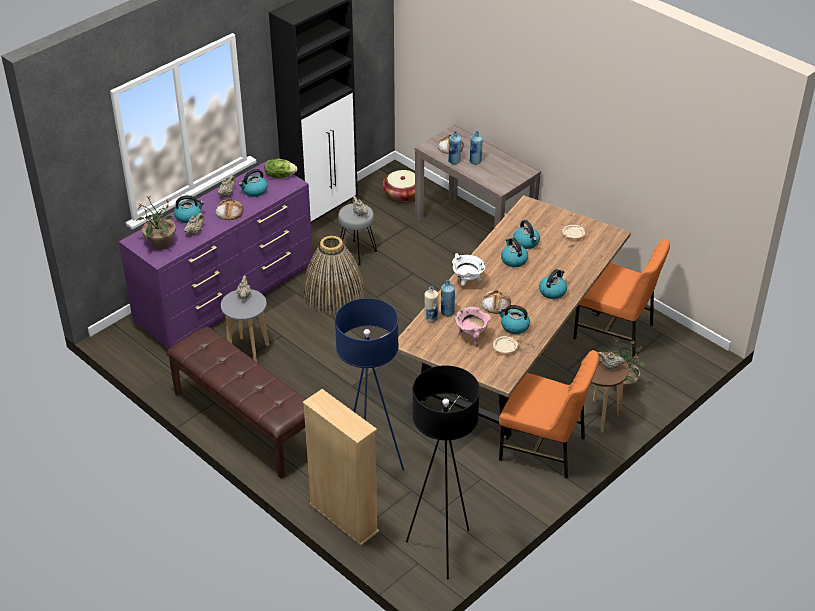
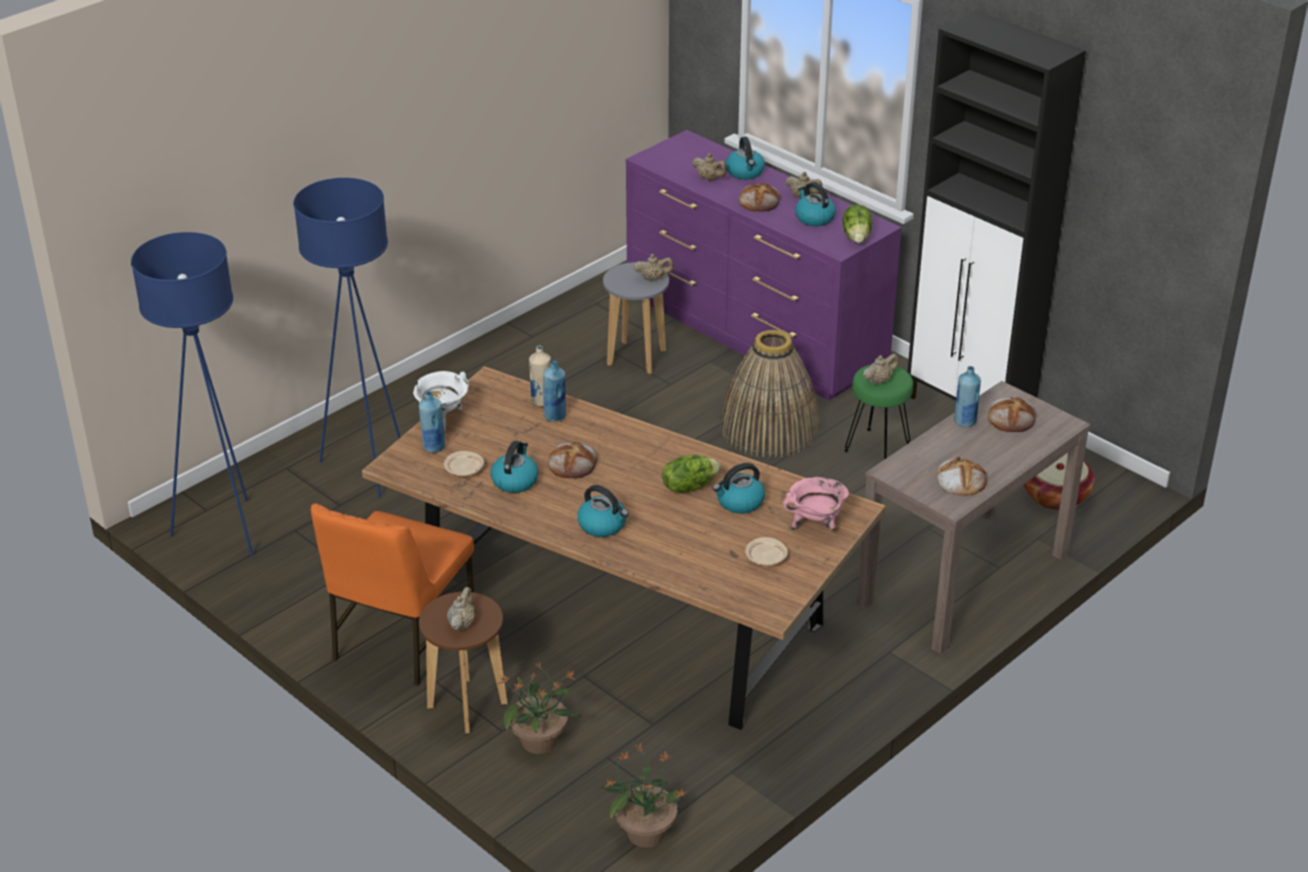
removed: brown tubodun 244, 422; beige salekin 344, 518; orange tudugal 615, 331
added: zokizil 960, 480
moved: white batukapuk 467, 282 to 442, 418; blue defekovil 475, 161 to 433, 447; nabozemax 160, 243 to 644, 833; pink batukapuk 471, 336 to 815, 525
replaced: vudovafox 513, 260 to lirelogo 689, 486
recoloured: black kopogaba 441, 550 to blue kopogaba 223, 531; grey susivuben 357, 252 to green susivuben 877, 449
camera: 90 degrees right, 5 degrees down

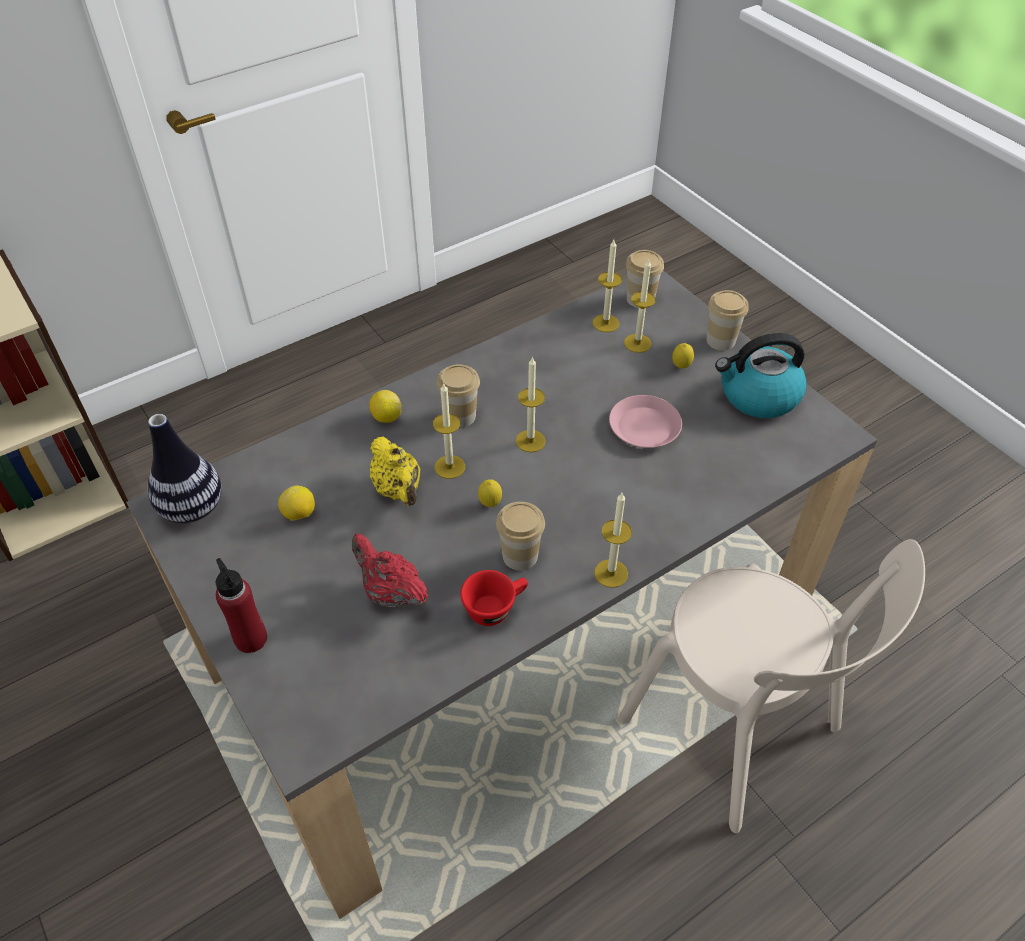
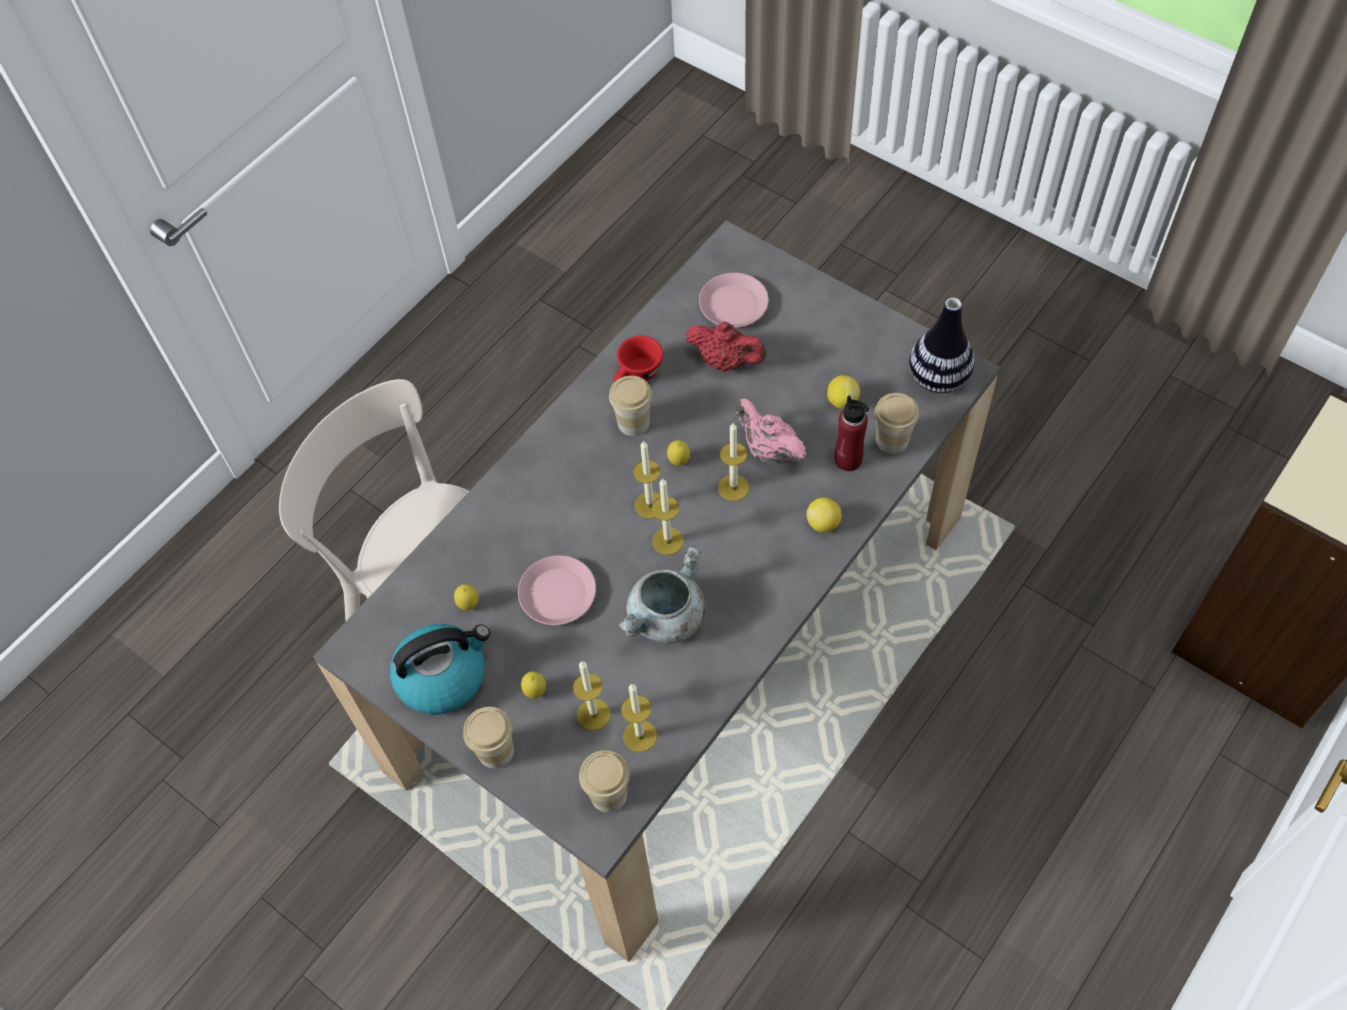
added: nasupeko 469, 605; grey batukapuk 666, 618; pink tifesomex 733, 305
moved: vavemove 611, 573 to 650, 505; red defekovil 251, 639 to 848, 459; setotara 460, 416 to 892, 440
recoloured: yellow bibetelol 398, 490 to pink bibetelol 768, 450
camera: 165 degrees right, 10 degrees up

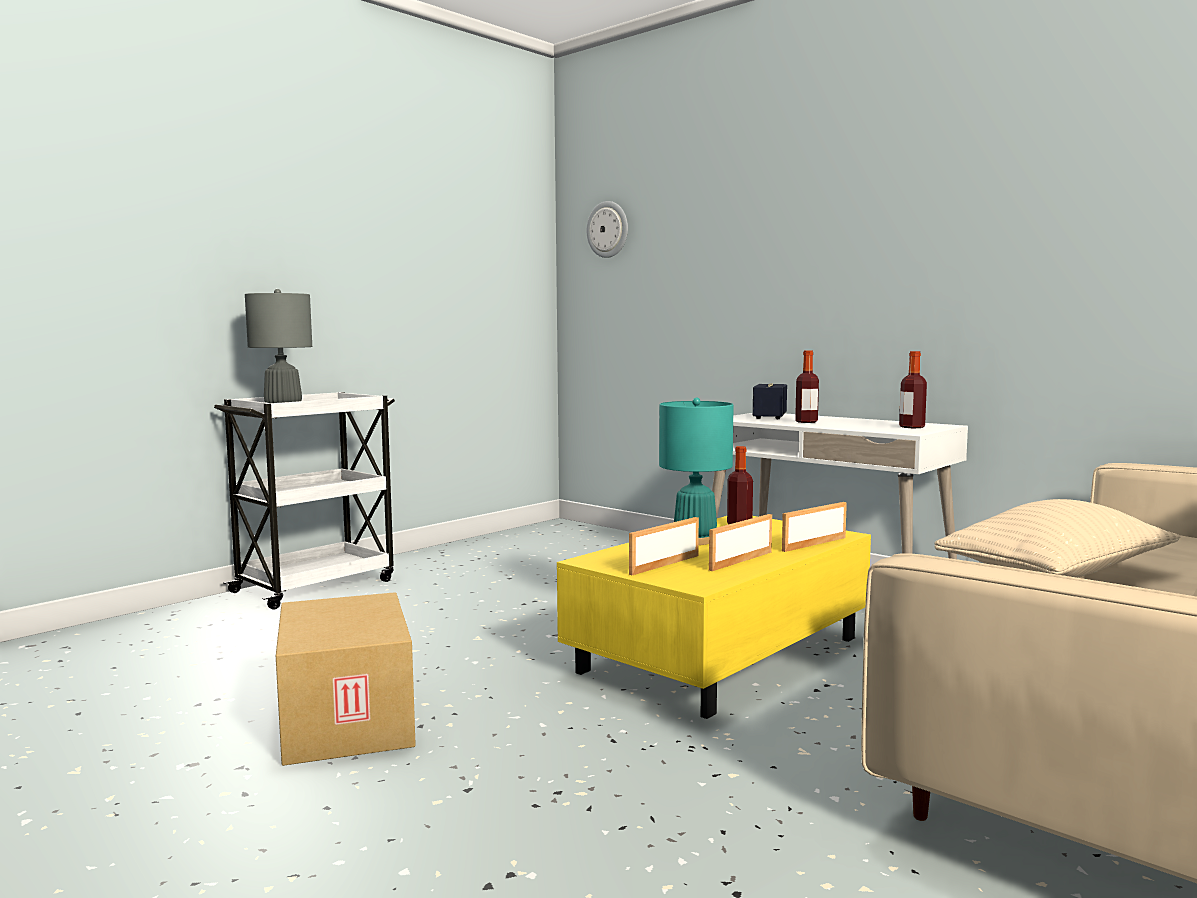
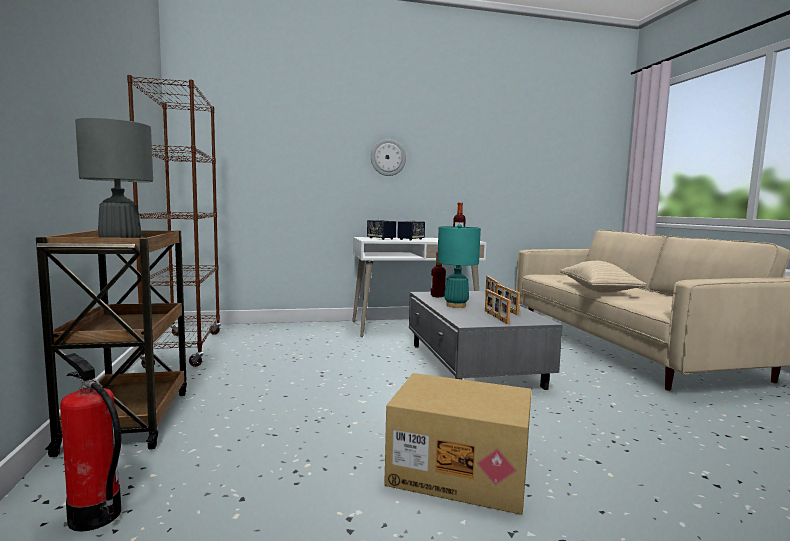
added: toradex 94, 516; brown salekin 185, 349
moved: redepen 608, 229 to 388, 157
replaced: defekovil 806, 422 to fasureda 411, 239
recoloured: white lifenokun 316, 585 to brown lifenokun 129, 419; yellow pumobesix 719, 655 to grey pumobesix 472, 365
camera: 55 degrees left, 0 degrees up

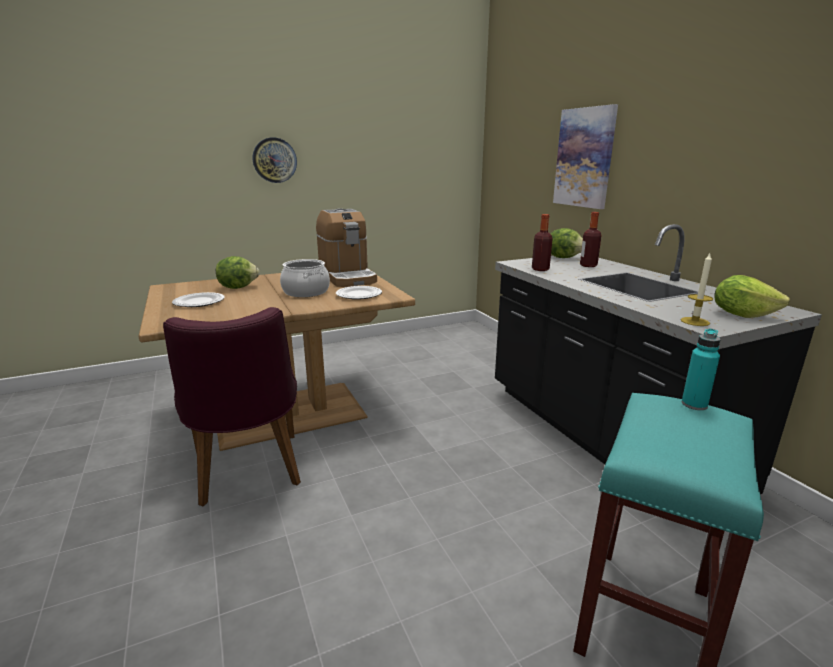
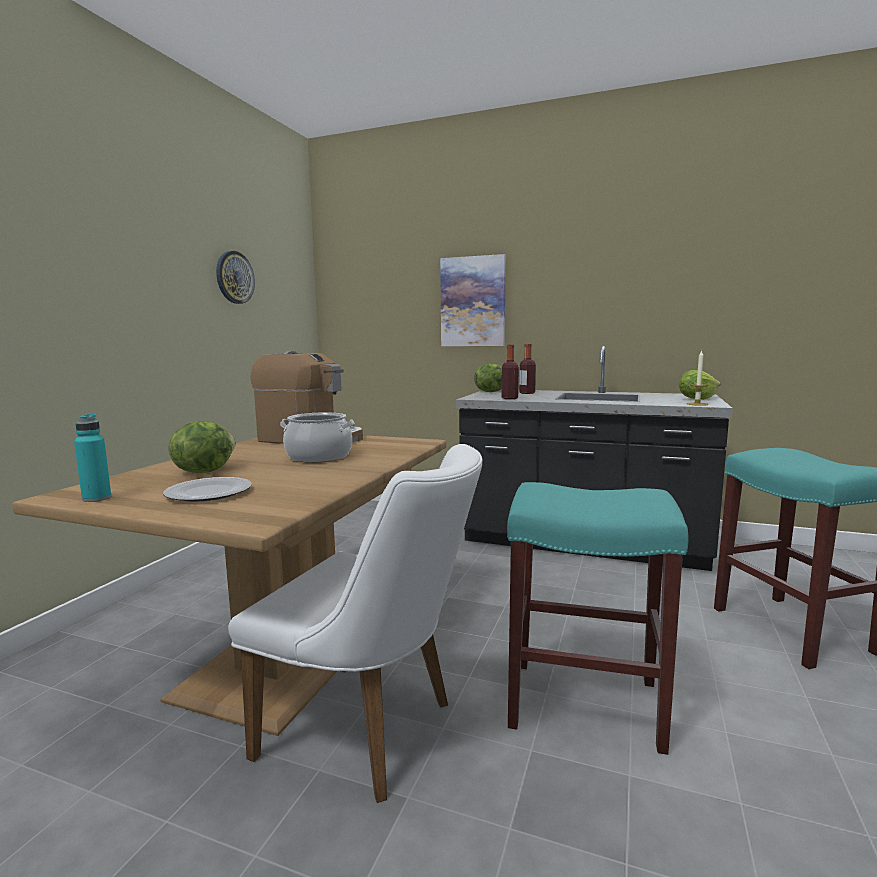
removed: tifesomex 359, 295
added: turquoise susivuben 586, 703
moved: turquoise defekovil 694, 404 to 97, 498; redepen 274, 160 to 234, 277
recoloured: purple tudugal 249, 474 to white tudugal 372, 732
camera: 45 degrees left, 10 degrees down

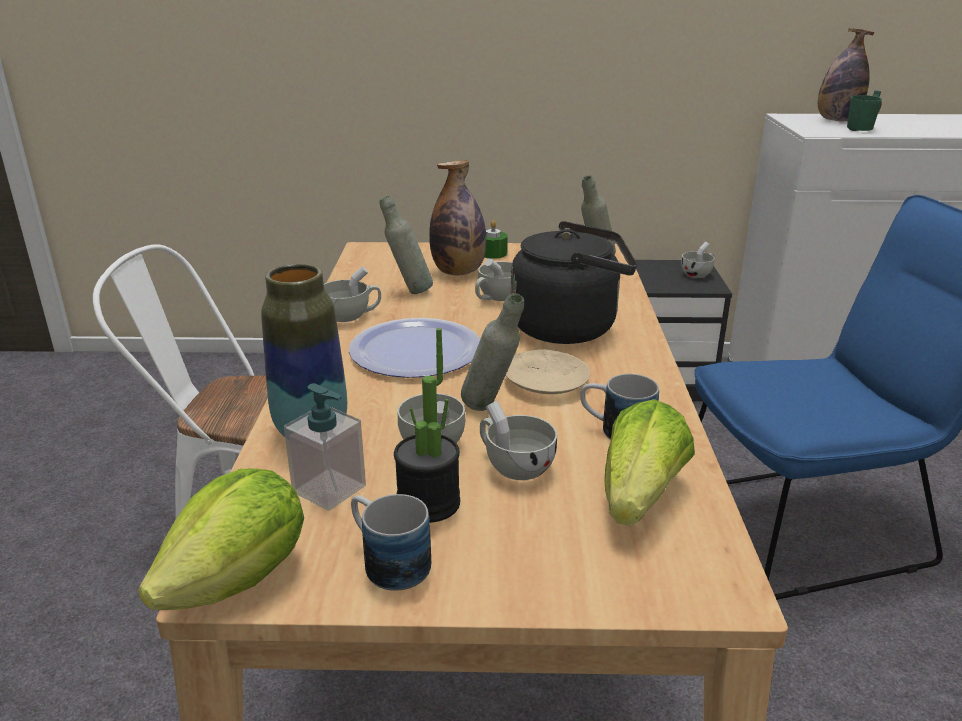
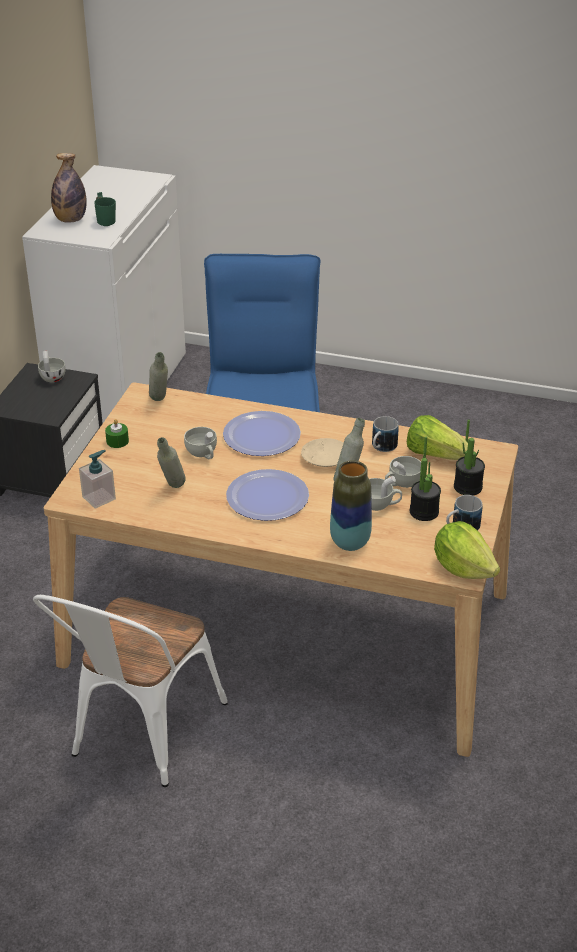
removed: white setotara 351, 316; defekovil 458, 272
added: nabozemax 468, 487
moved: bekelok 329, 489 to 99, 498
replaced: black vudovafox 570, 327 to tifesomex 262, 435
camera: 75 degrees left, 10 degrees up

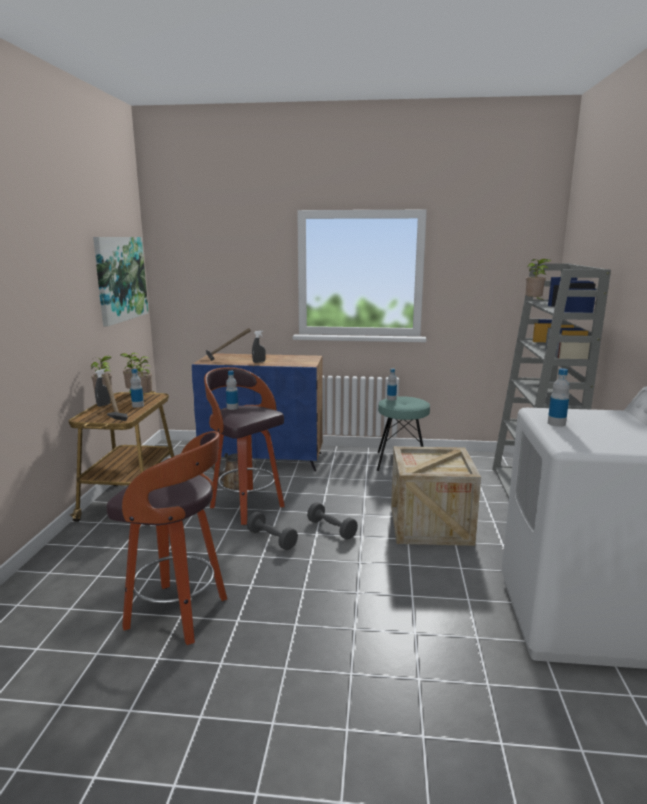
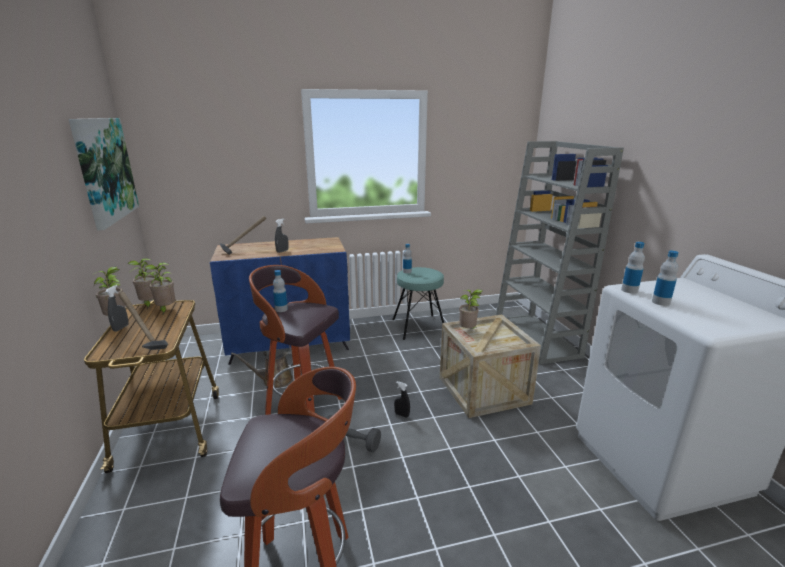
moved: nabozemax 534, 302 to 468, 330; defekovil 138, 405 to 629, 290
replaced: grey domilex 331, 529 to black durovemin 402, 415
camera: 20 degrees left, 5 degrees up

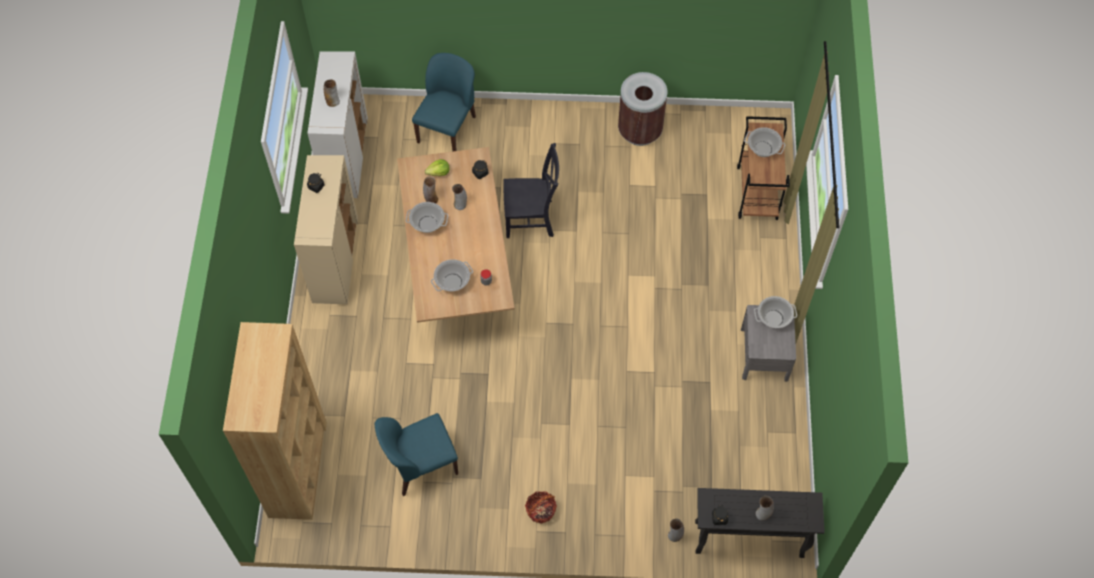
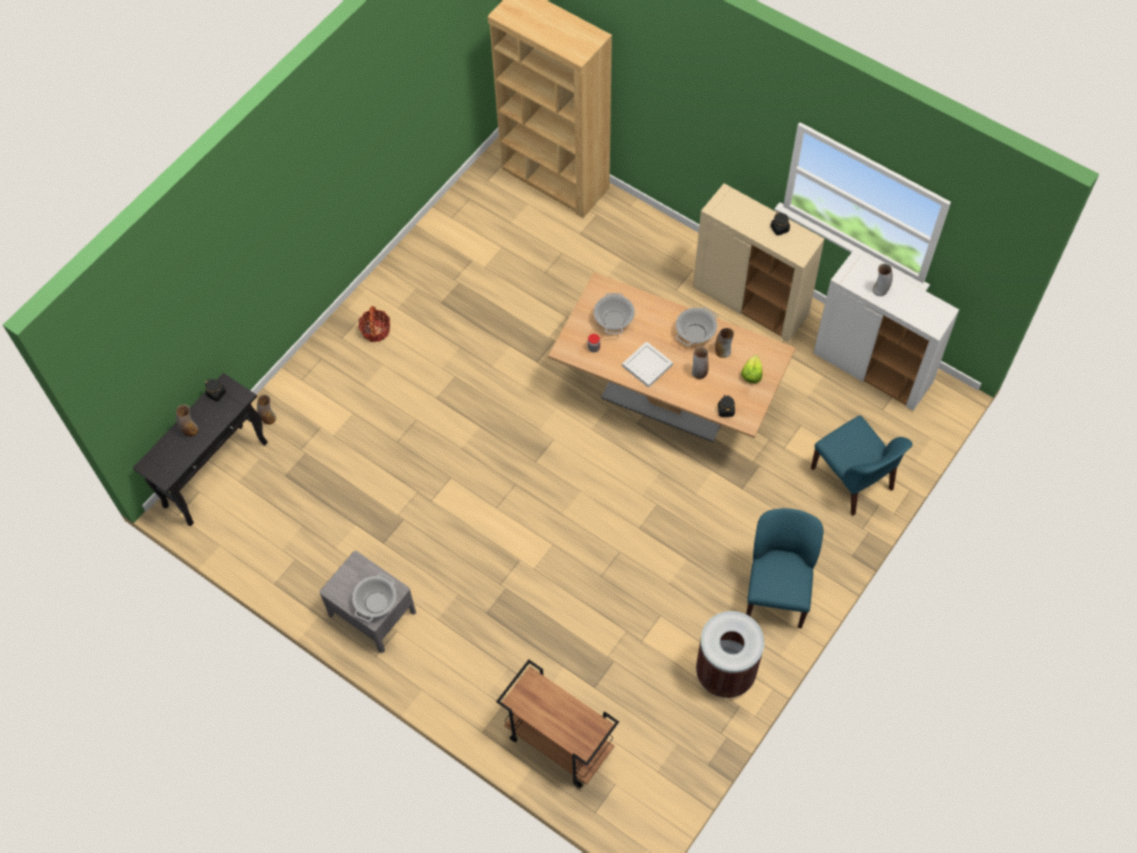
removed: black tudugal 531, 219; batukapuk 763, 149
added: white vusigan 647, 366
moved: blue tudugal 420, 465 to 777, 591
camera: 125 degrees right, 0 degrees up

